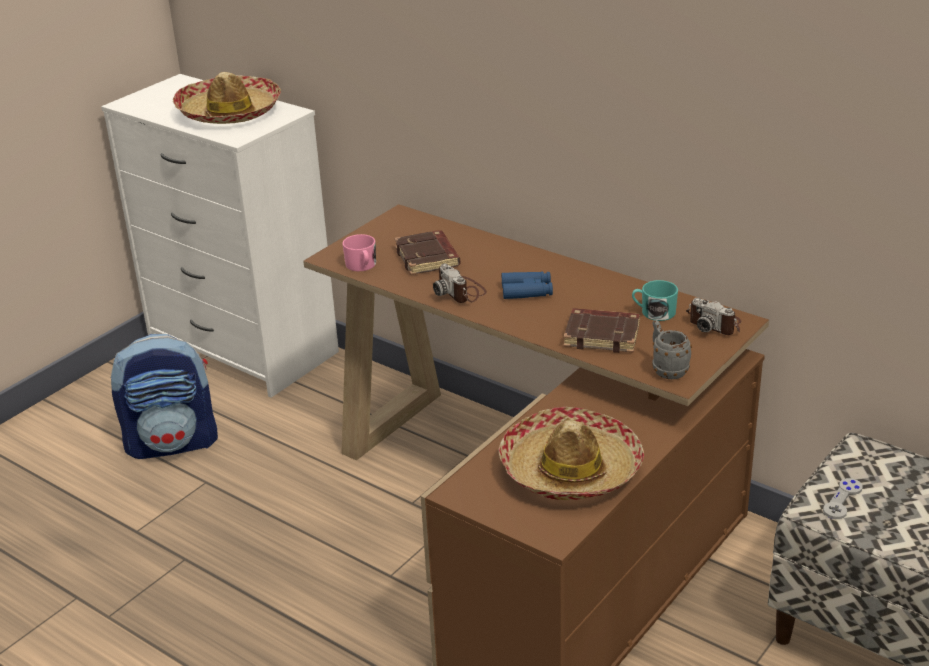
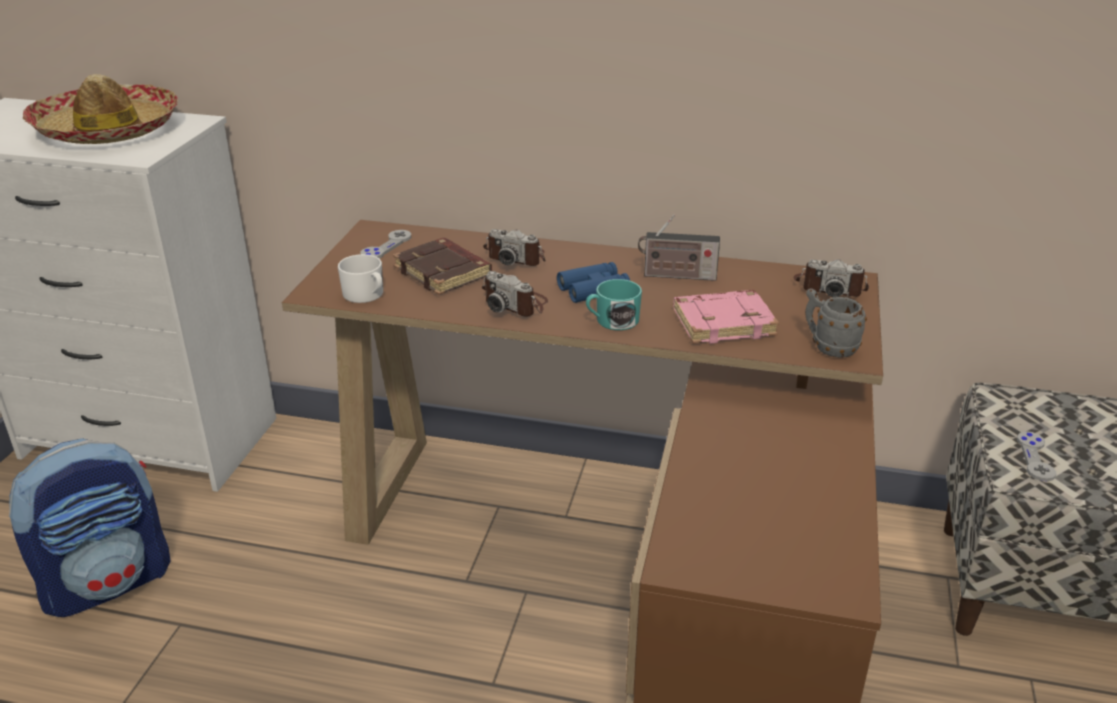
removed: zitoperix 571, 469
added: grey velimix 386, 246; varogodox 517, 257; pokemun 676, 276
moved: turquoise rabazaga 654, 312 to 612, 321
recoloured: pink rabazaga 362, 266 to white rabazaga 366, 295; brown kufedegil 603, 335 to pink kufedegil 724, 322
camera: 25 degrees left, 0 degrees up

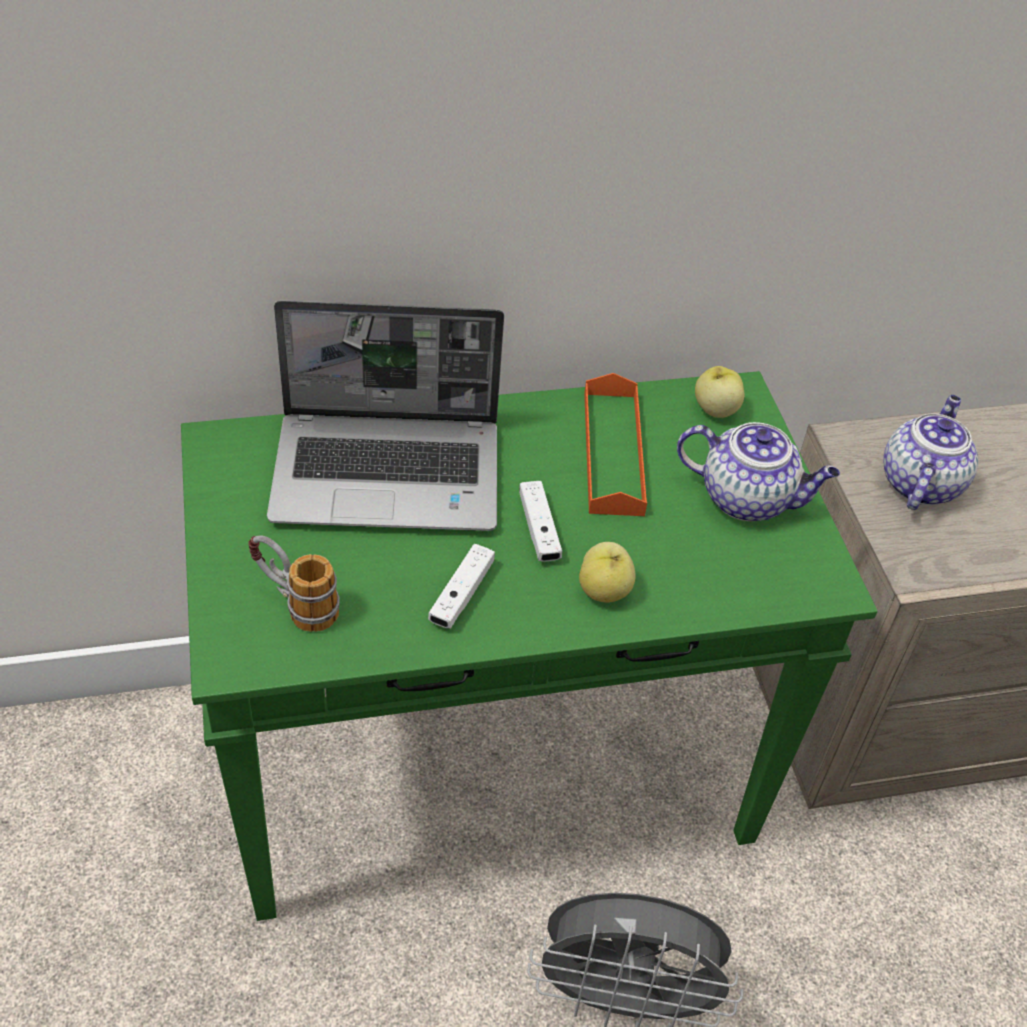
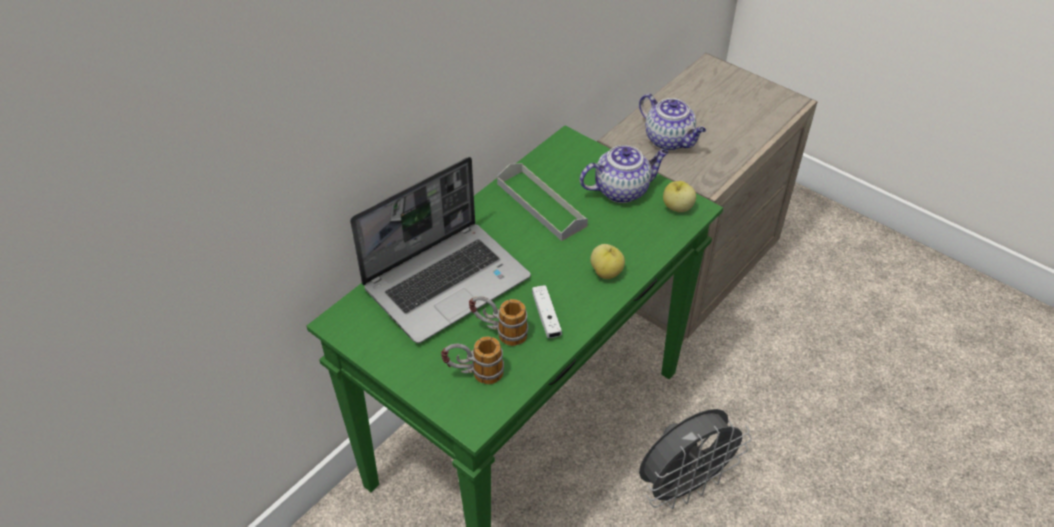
removed: white velimix 539, 529
added: rabazaga 499, 332
moved: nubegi 715, 409 to 677, 207
recoloured: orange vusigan 613, 452 to grey vusigan 541, 204
turned: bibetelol 919, 482 = 669, 140 150 degrees clockwise
camera: 35 degrees left, 0 degrees up

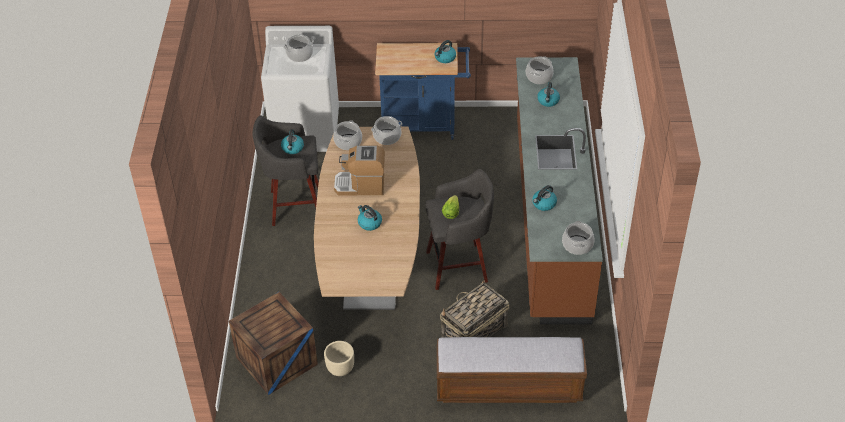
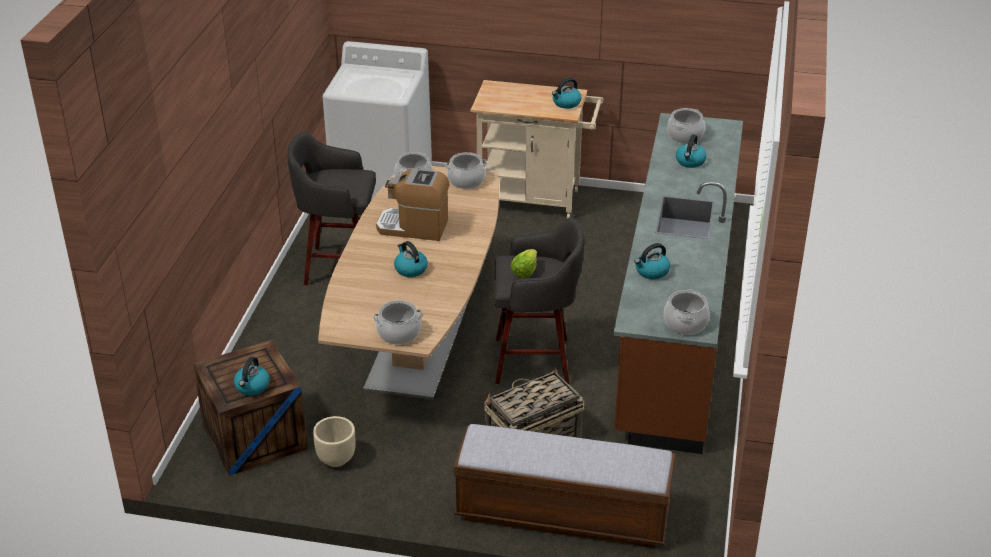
moved: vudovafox 293, 148 to 252, 387; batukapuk 299, 55 to 399, 333
recoloured: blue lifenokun 424, 125 to beige lifenokun 535, 200
camera: 10 degrees right, 10 degrees down

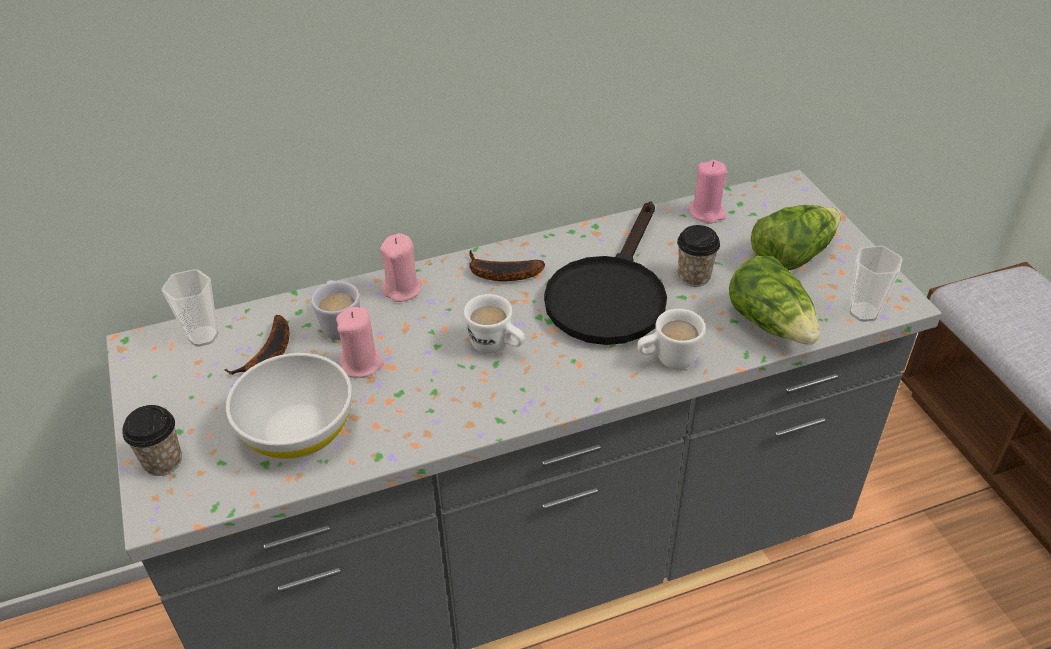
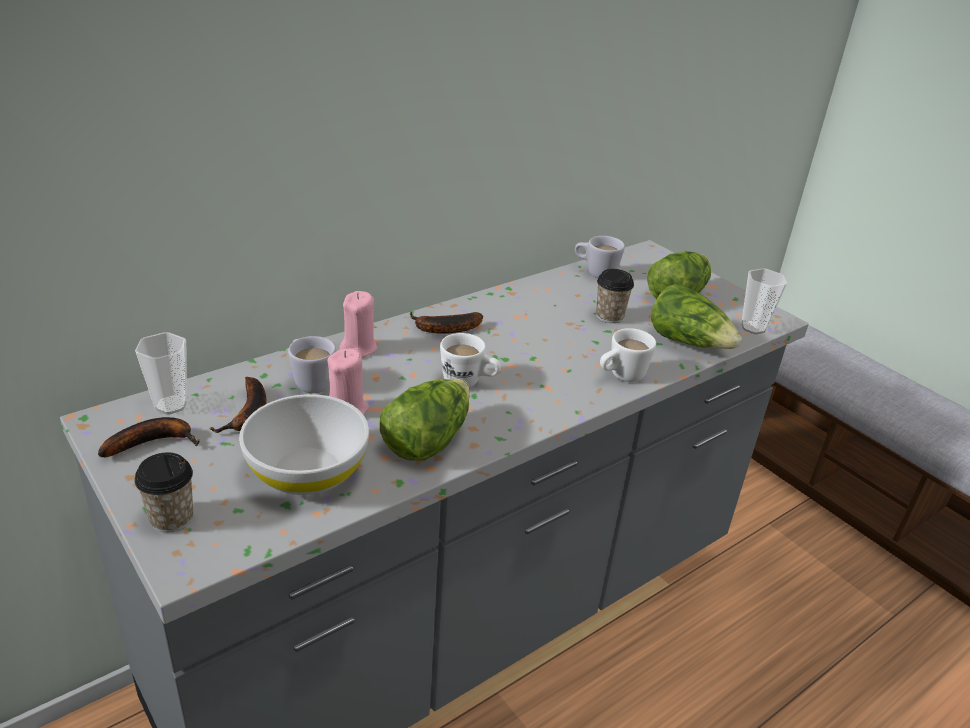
removed: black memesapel 609, 294
added: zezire 154, 442; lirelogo 427, 439
replaced: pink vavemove 707, 212 to white rabazaga 595, 272
camera: 20 degrees left, 10 degrees down

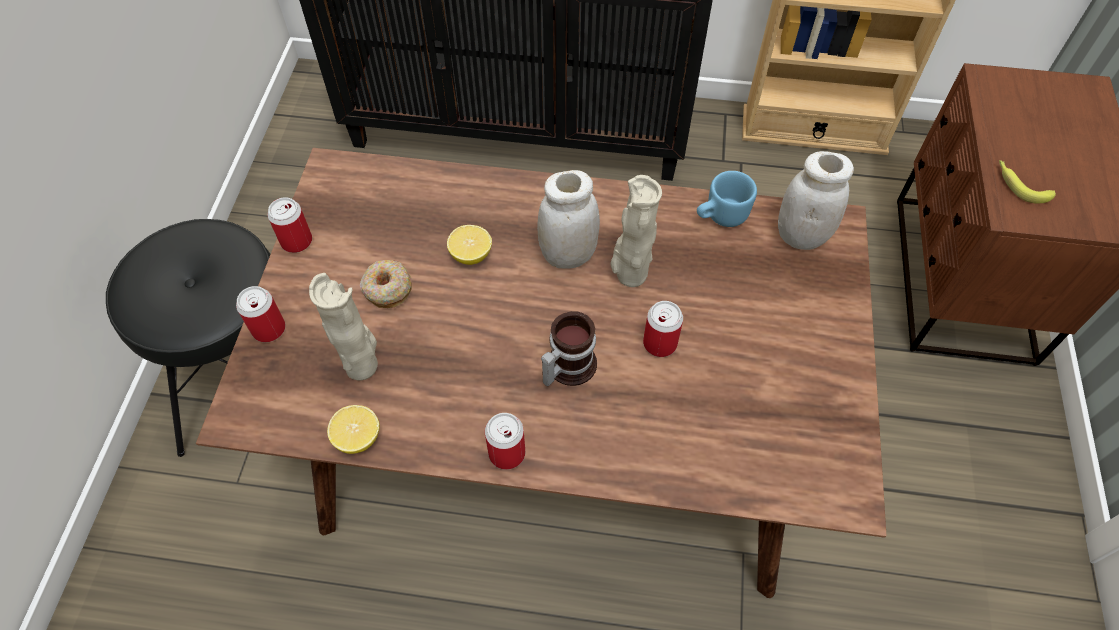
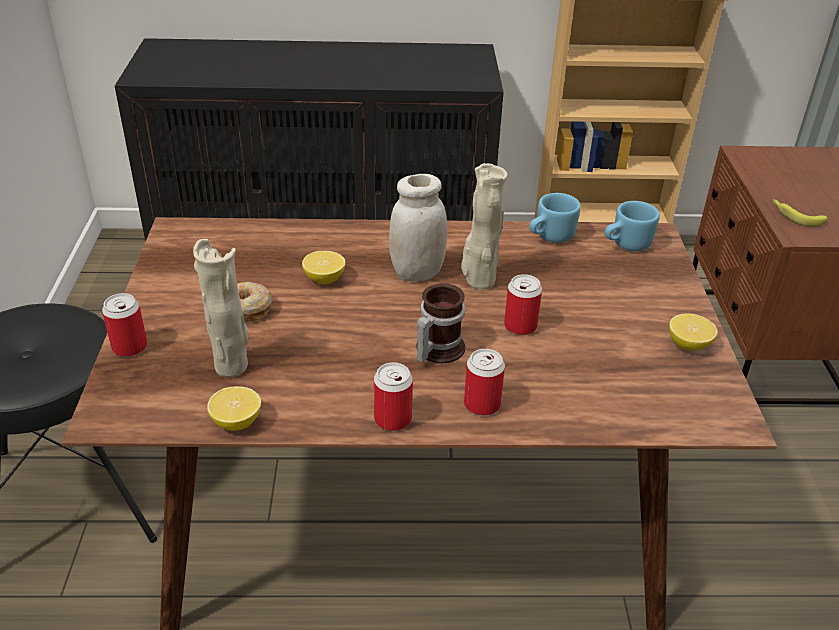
added: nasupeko 688, 345
moved: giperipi 296, 241 to 482, 404
replaced: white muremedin 801, 236 to blue rabazaga 625, 245
camera: 10 degrees left, 20 degrees down

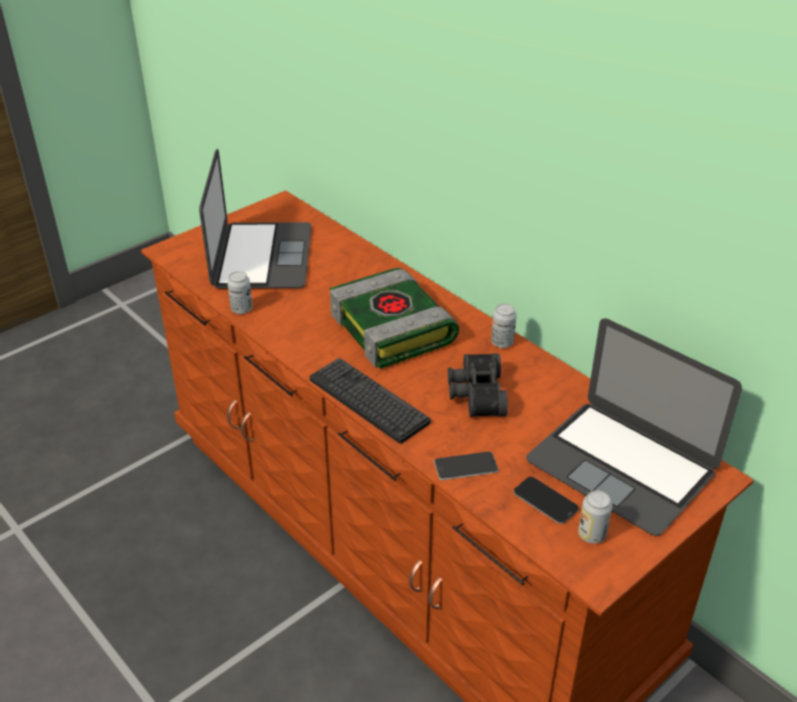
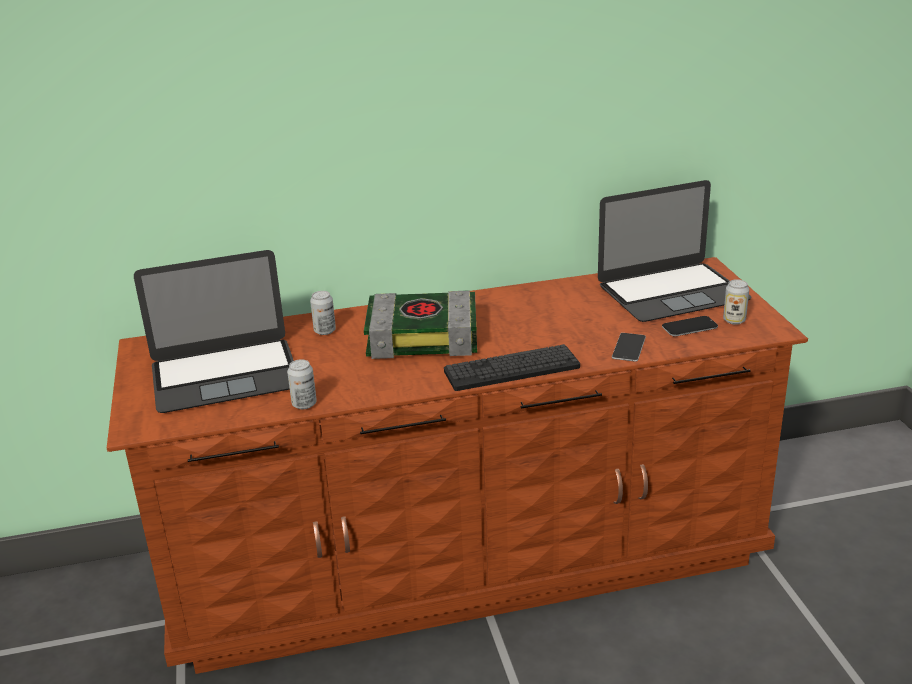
removed: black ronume 475, 394
moved: giperipi 502, 342 to 325, 331
turned: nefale 262, 256 = 225, 375 135 degrees clockwise
camera: 60 degrees left, 10 degrees down

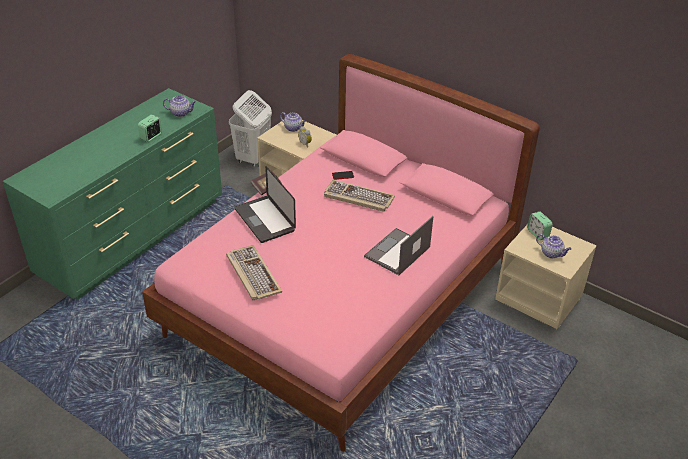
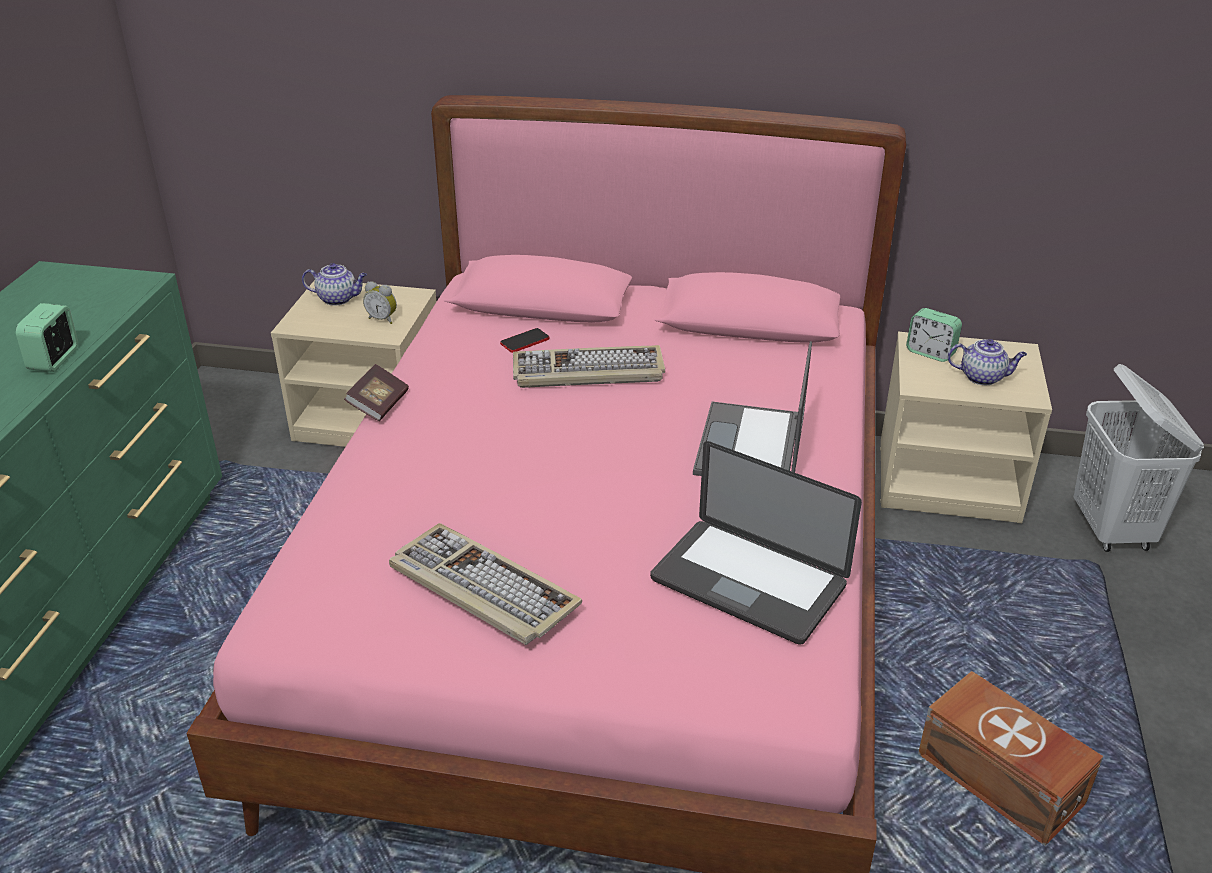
removed: bibetelol 181, 113
added: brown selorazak 1000, 782
moved: nefale 264, 220 to 748, 582; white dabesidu 253, 158 to 1112, 530
camera: 25 degrees left, 5 degrees down

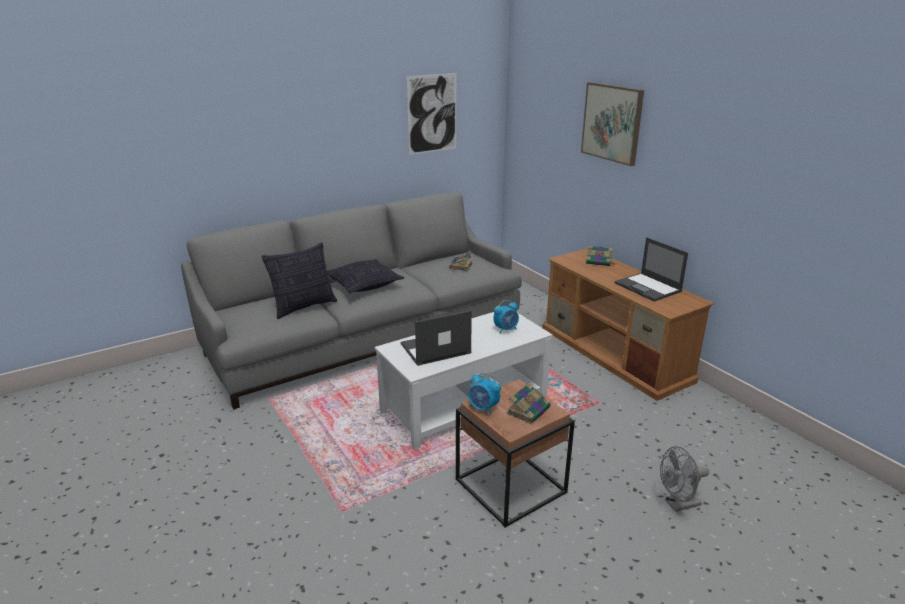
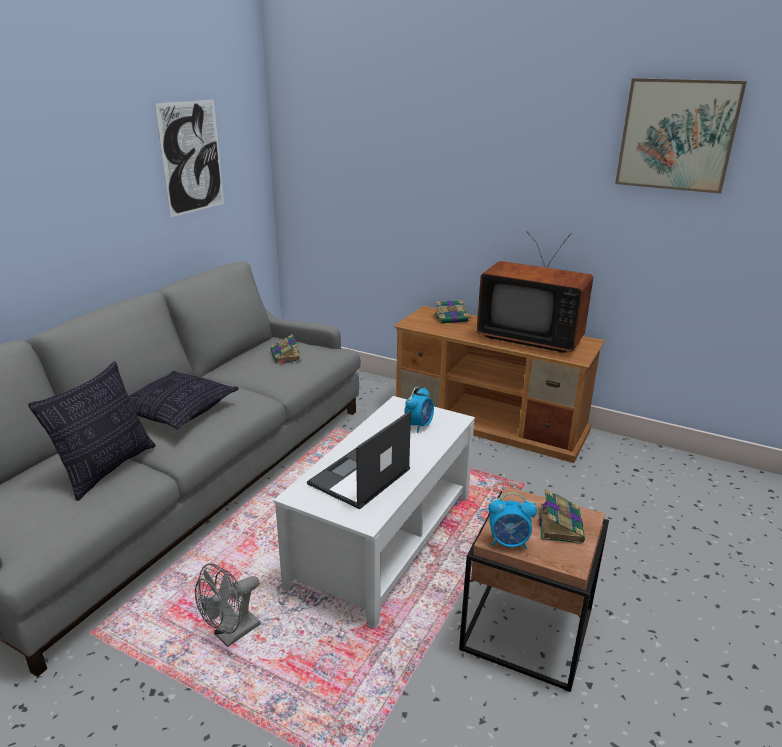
moved: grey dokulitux 678, 504 to 232, 634; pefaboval 612, 123 to 677, 135
replaced: nefale 648, 287 to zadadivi 530, 337
camera: 30 degrees left, 0 degrees up

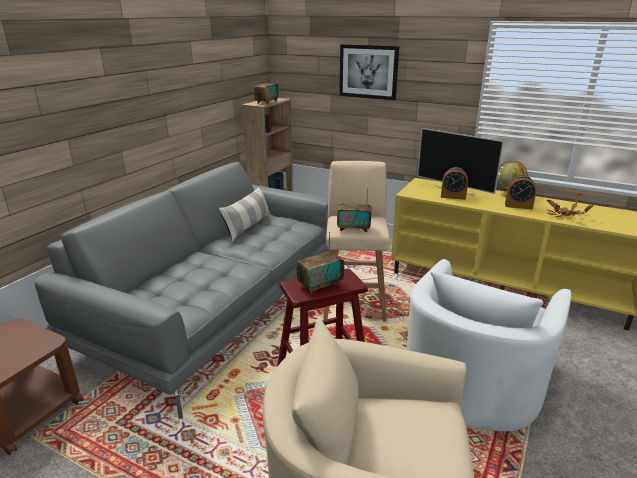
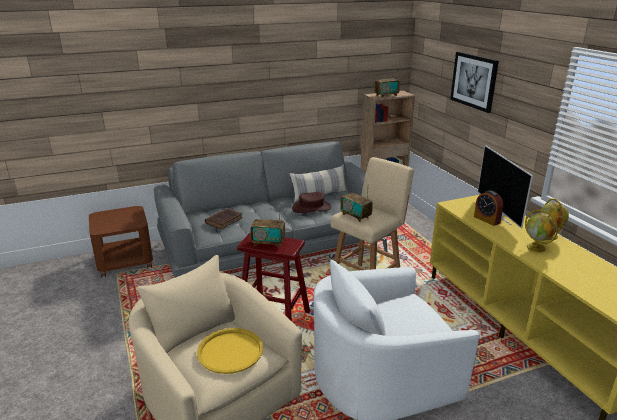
removed: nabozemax 563, 215
added: yellow vusigan 230, 351; brown kufedegil 224, 220; brown zitoperix 311, 208
replaced: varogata 518, 206 to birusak 536, 248
camera: 40 degrees right, 0 degrees up

